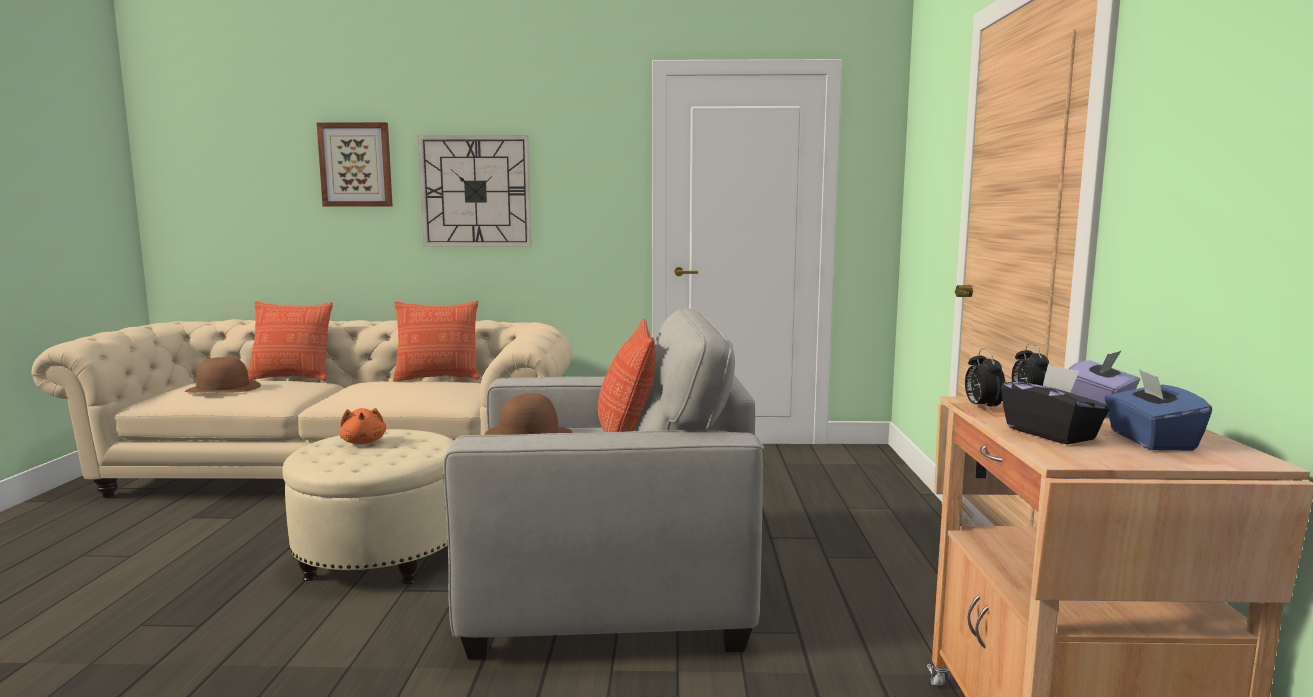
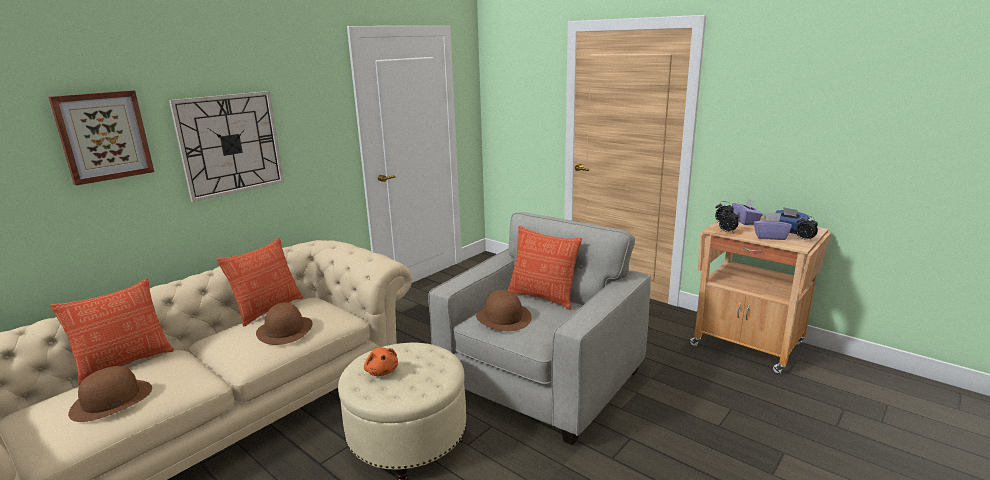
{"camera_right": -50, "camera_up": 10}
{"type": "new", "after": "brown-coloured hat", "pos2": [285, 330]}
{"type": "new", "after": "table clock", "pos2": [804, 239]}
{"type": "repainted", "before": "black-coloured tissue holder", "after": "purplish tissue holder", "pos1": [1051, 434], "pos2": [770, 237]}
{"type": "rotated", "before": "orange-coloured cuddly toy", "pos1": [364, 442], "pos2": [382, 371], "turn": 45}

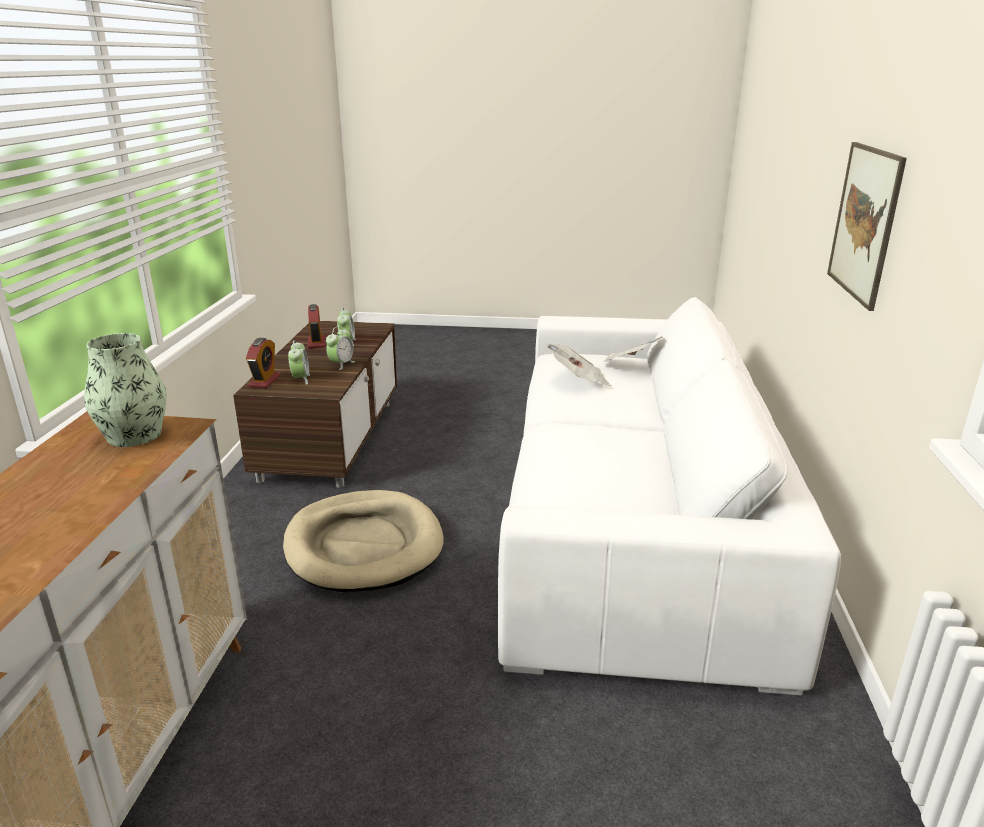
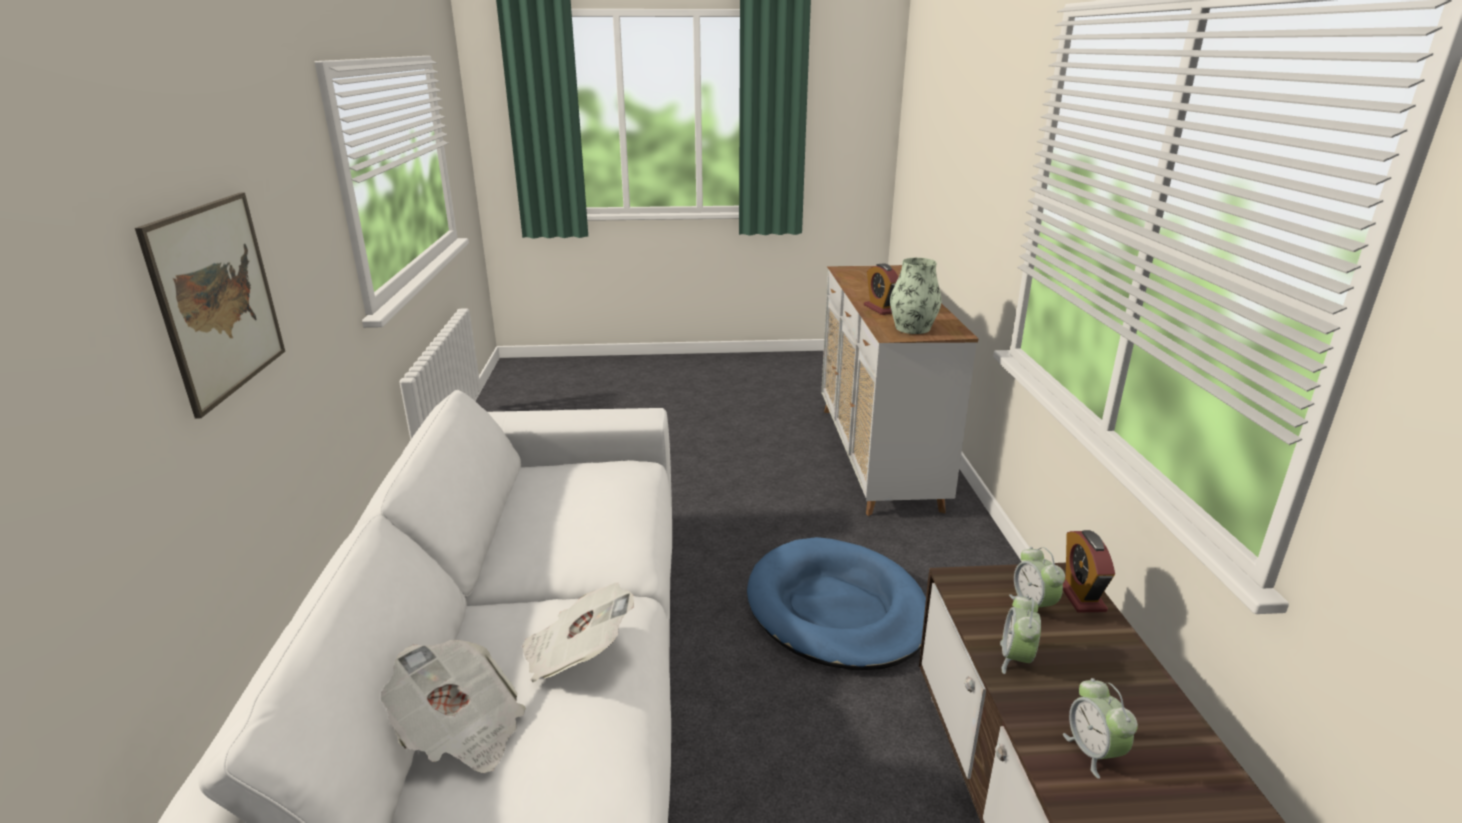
{"camera_right": 170, "camera_up": 0}
{"type": "shifted", "before": "table clock", "pos1": [316, 343], "pos2": [880, 309]}
{"type": "repainted", "before": "beige-coloured dog cushion", "after": "bluish dog cushion", "pos1": [364, 546], "pos2": [837, 609]}

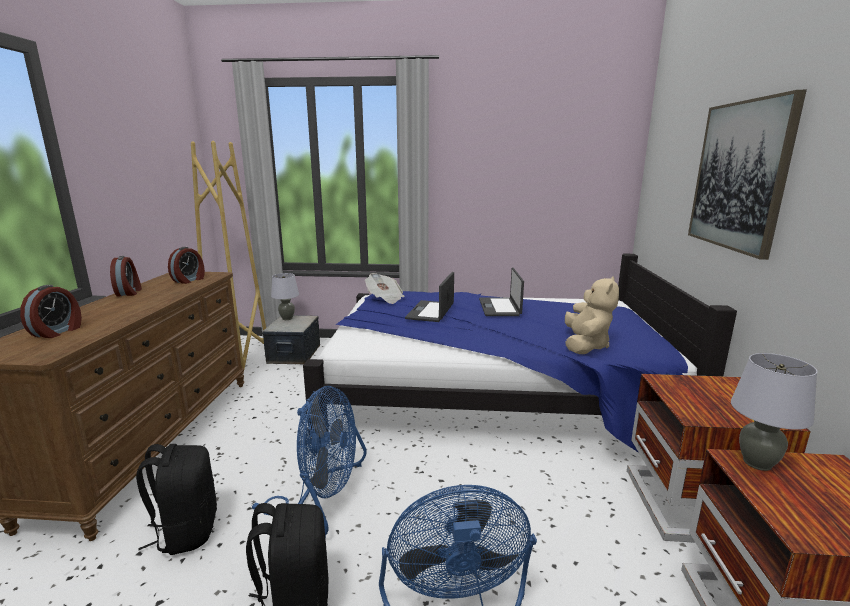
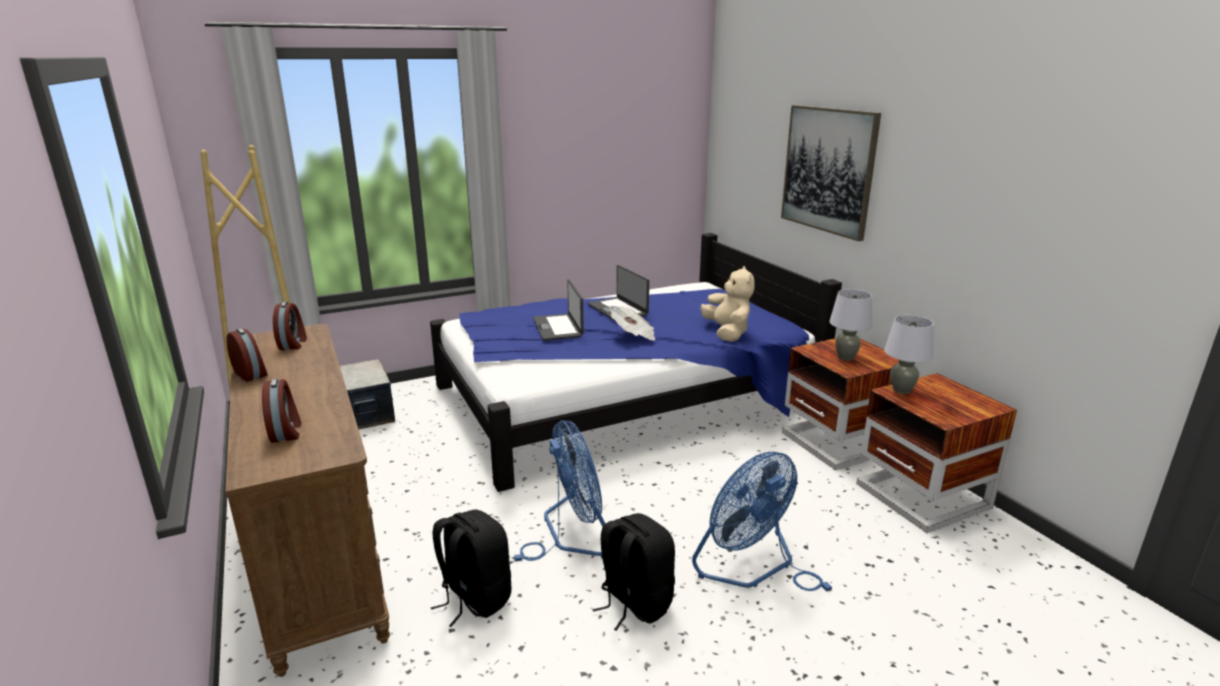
{"camera_right": -30, "camera_up": 5}
{"type": "shifted", "before": "greyish table lamp", "pos1": [287, 318], "pos2": [845, 357]}
{"type": "shifted", "before": "newspaper", "pos1": [385, 298], "pos2": [633, 335]}

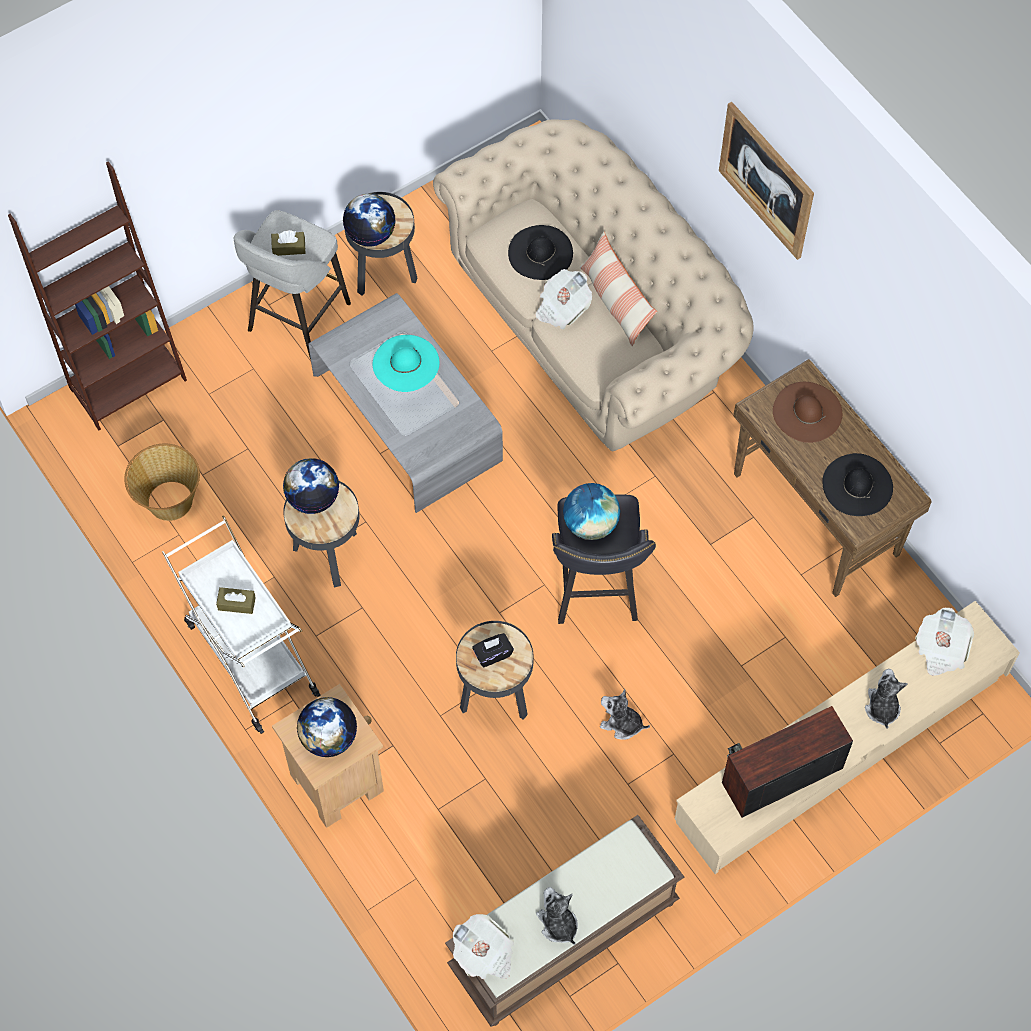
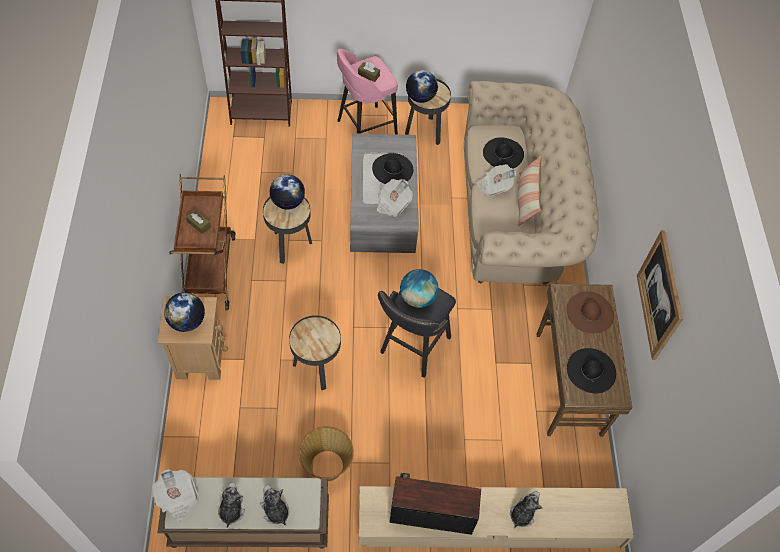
{"camera_right": 30, "camera_up": -5}
{"type": "gone", "before": "black-coloured tissue holder", "pos1": [492, 654]}
{"type": "shifted", "before": "storage basket", "pos1": [169, 500], "pos2": [326, 465]}
{"type": "shifted", "before": "cuddly toy", "pos1": [621, 724], "pos2": [275, 511]}
{"type": "shifted", "before": "wall picture", "pos1": [766, 180], "pos2": [660, 295]}
{"type": "shifted", "before": "newspaper", "pos1": [941, 649], "pos2": [393, 204]}
{"type": "repainted", "before": "white-coloured cart", "after": "brown-coloured cart", "pos1": [251, 658], "pos2": [211, 271]}
{"type": "repainted", "before": "greyish sitting stool", "after": "pinkish sitting stool", "pos1": [297, 319], "pos2": [365, 129]}
{"type": "repainted", "before": "blue-green hat", "after": "black-coloured hat", "pos1": [406, 363], "pos2": [392, 169]}

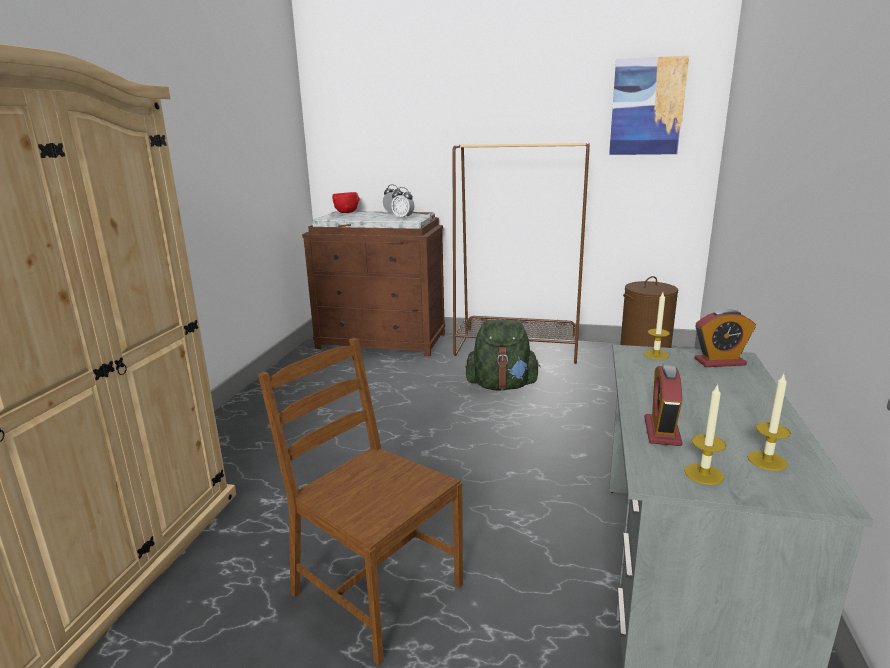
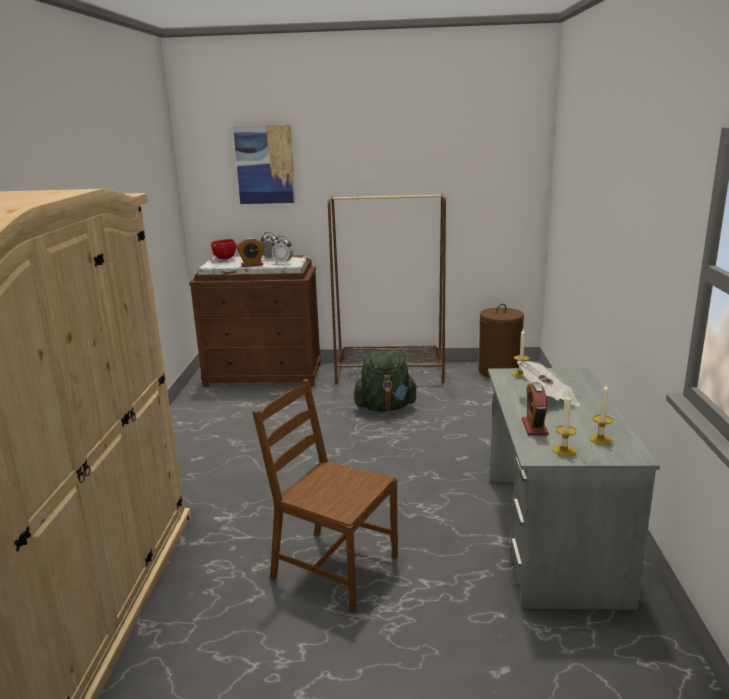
{"camera_right": -10, "camera_up": 0}
{"type": "new", "after": "newspaper", "pos2": [548, 398]}
{"type": "shifted", "before": "wall picture", "pos1": [647, 107], "pos2": [265, 164]}
{"type": "shifted", "before": "table clock", "pos1": [720, 362], "pos2": [252, 265]}

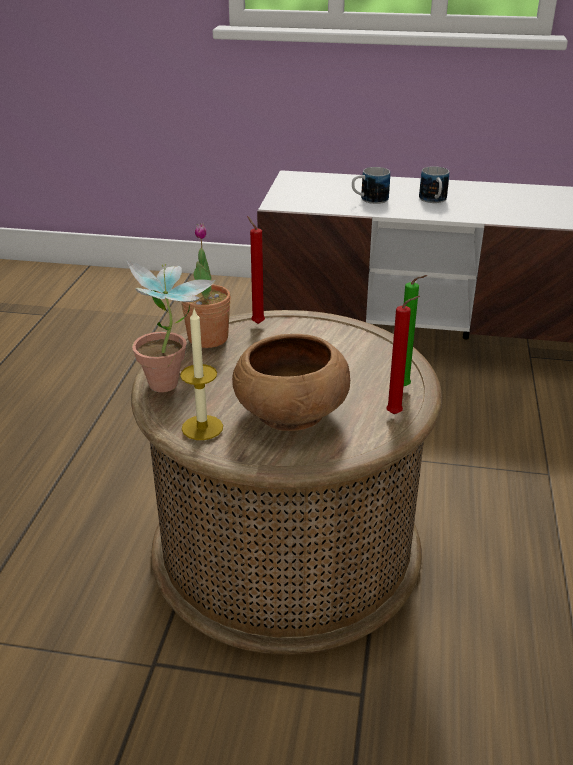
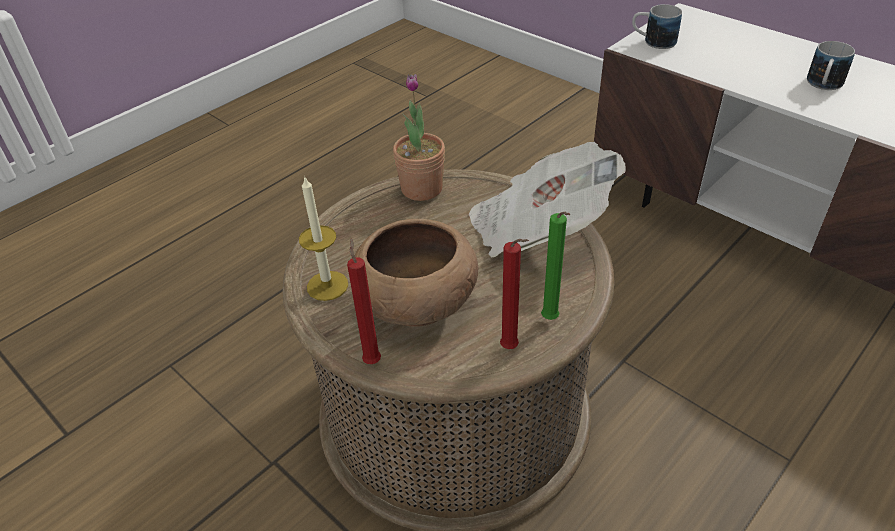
{"camera_right": 35, "camera_up": 10}
{"type": "gone", "before": "potted plant", "pos1": [173, 387]}
{"type": "new", "after": "newspaper", "pos2": [538, 229]}
{"type": "shifted", "before": "red-coloured candle", "pos1": [256, 323], "pos2": [372, 359]}
{"type": "shifted", "before": "mug", "pos1": [369, 200], "pos2": [653, 42]}

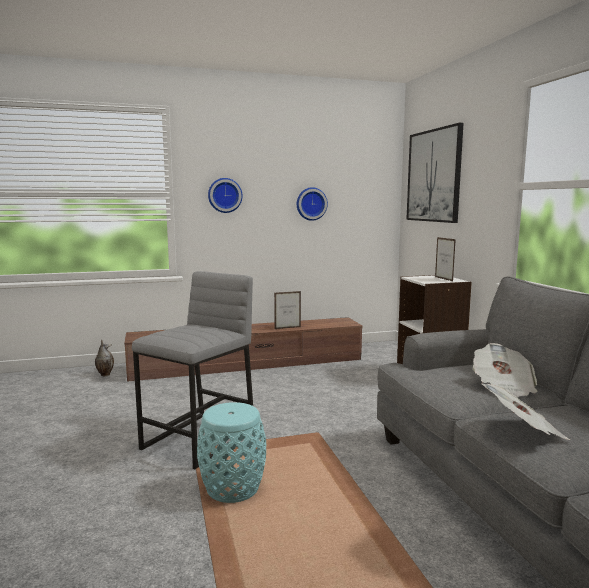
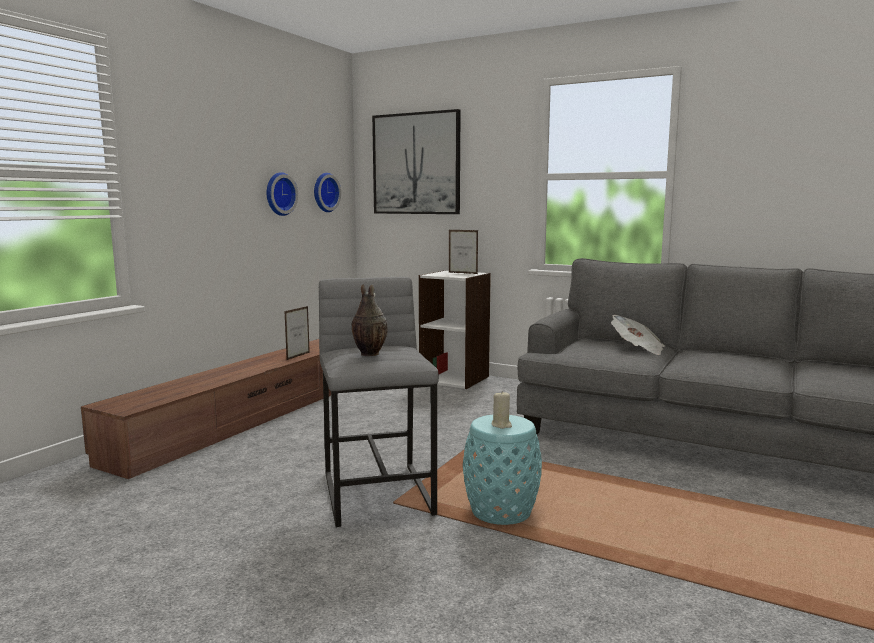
{"camera_right": -45, "camera_up": 0}
{"type": "gone", "before": "newspaper", "pos1": [523, 431]}
{"type": "new", "after": "beige-coloured candle", "pos2": [501, 425]}
{"type": "shifted", "before": "decorative vase", "pos1": [105, 374], "pos2": [368, 354]}
{"type": "shifted", "before": "wall clock", "pos1": [224, 195], "pos2": [324, 192]}

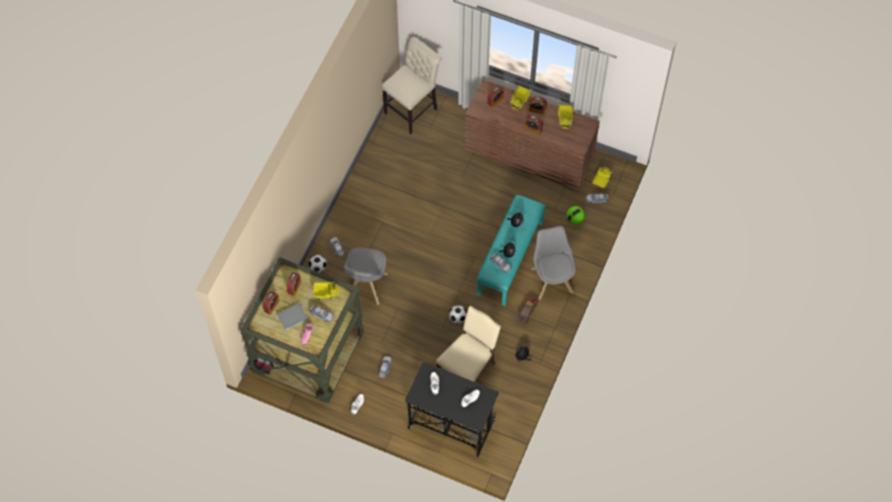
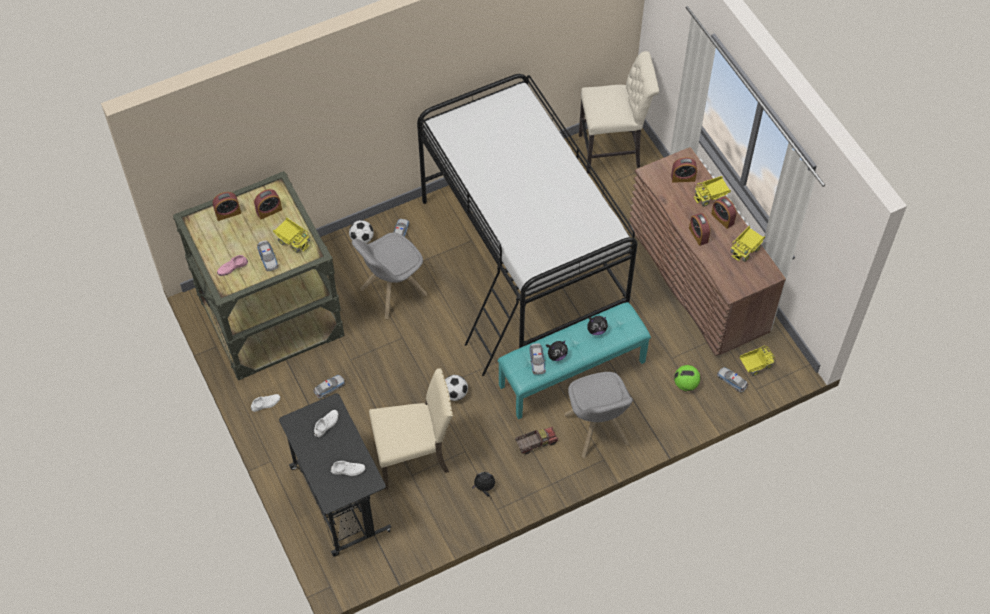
{"camera_right": 40, "camera_up": -5}
{"type": "gone", "before": "greyish volume", "pos1": [291, 316]}
{"type": "new", "after": "black-coloured bedroom bed", "pos2": [521, 262]}
{"type": "rotated", "before": "greyish plain chair", "pos1": [551, 280], "pos2": [596, 429], "turn": 135}

